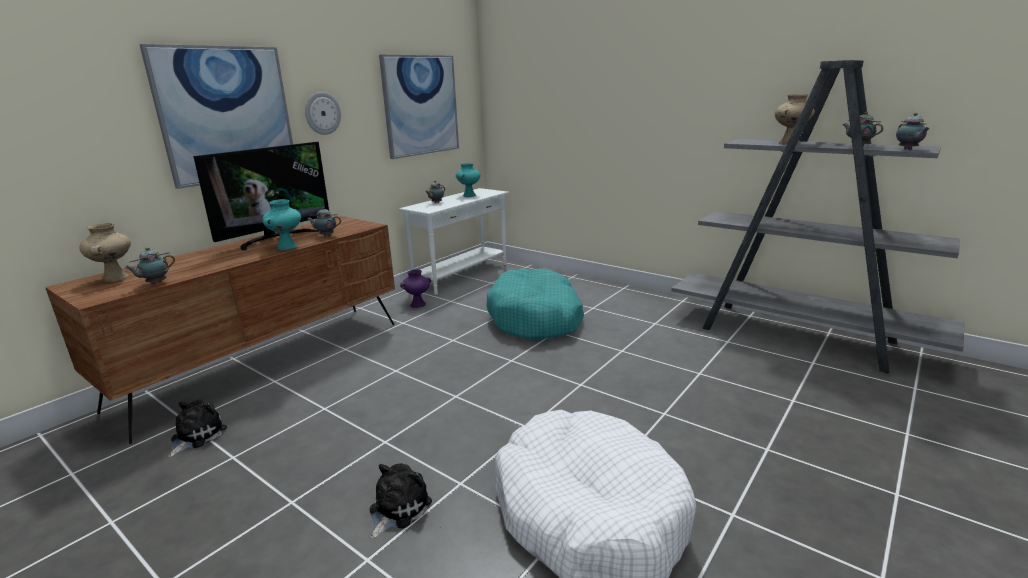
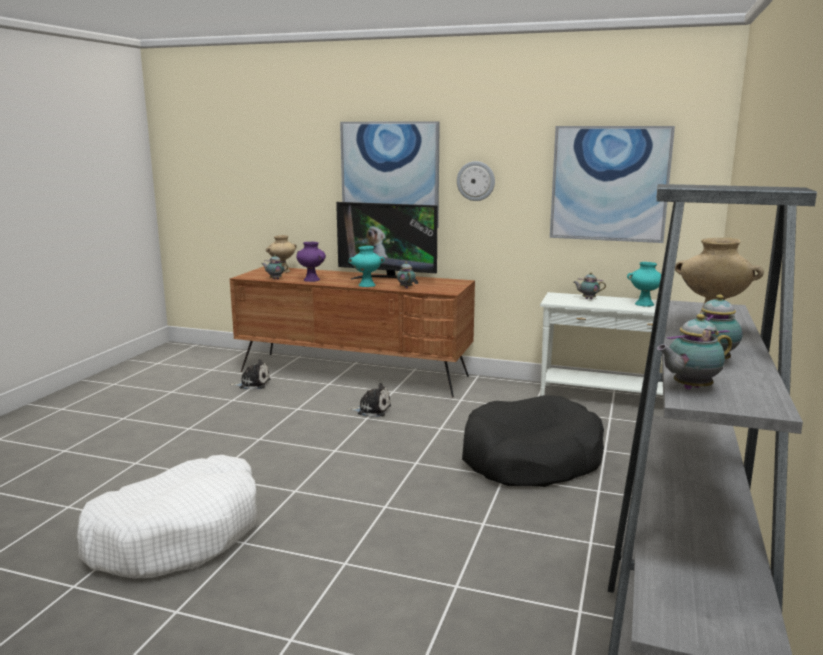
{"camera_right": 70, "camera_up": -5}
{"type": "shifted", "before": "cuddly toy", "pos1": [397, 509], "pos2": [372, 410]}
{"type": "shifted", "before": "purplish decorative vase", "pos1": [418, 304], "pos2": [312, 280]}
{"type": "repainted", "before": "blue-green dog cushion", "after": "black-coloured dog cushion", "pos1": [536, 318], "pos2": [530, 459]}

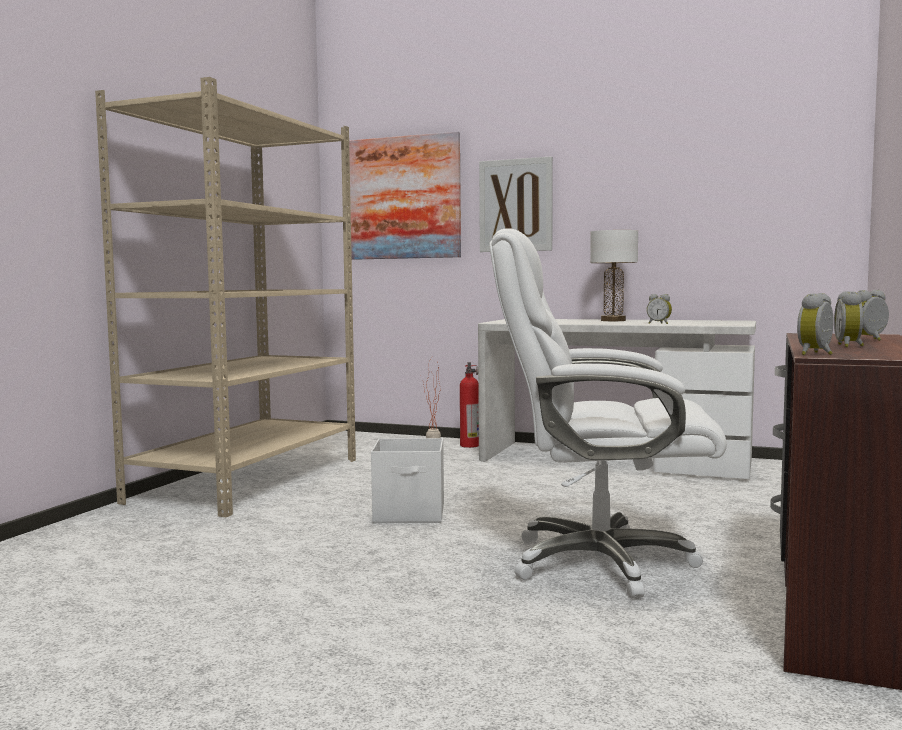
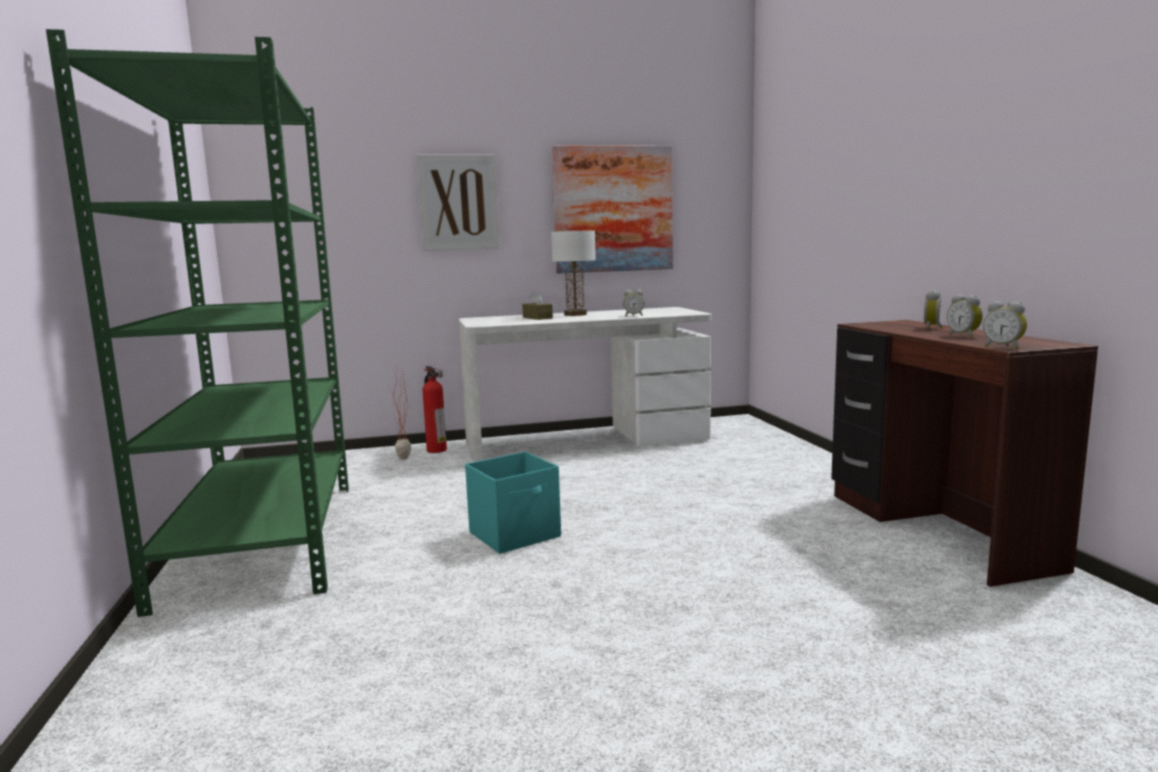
{"camera_right": -35, "camera_up": 5}
{"type": "gone", "before": "white-coloured computer chair", "pos1": [605, 562]}
{"type": "new", "after": "brown-coloured tissue holder", "pos2": [537, 318]}
{"type": "shifted", "before": "wall picture", "pos1": [404, 198], "pos2": [613, 209]}
{"type": "repainted", "before": "beige-coloured bookshelf", "after": "green bookshelf", "pos1": [249, 480], "pos2": [264, 540]}
{"type": "repainted", "before": "white-coloured storage container", "after": "blue-green storage container", "pos1": [410, 514], "pos2": [516, 534]}
{"type": "rotated", "before": "table clock", "pos1": [817, 354], "pos2": [1003, 347], "turn": -45}

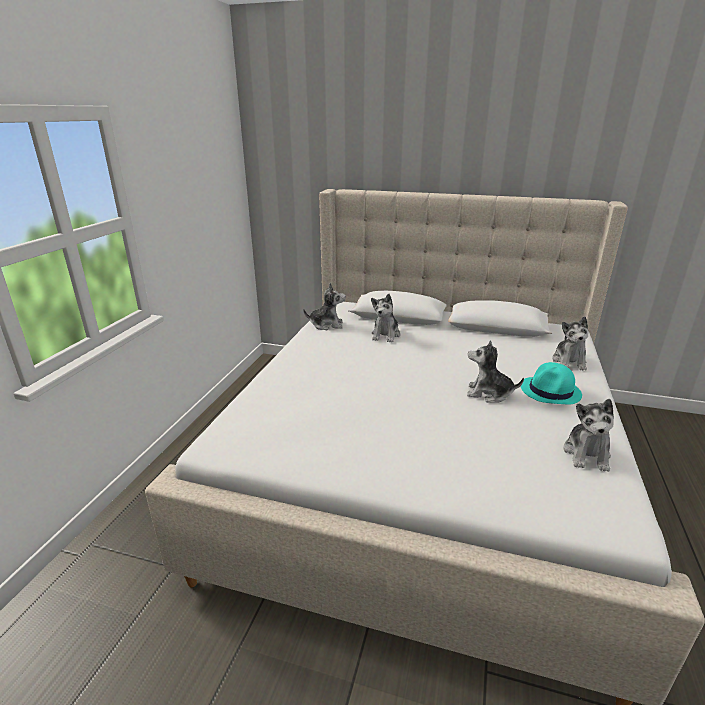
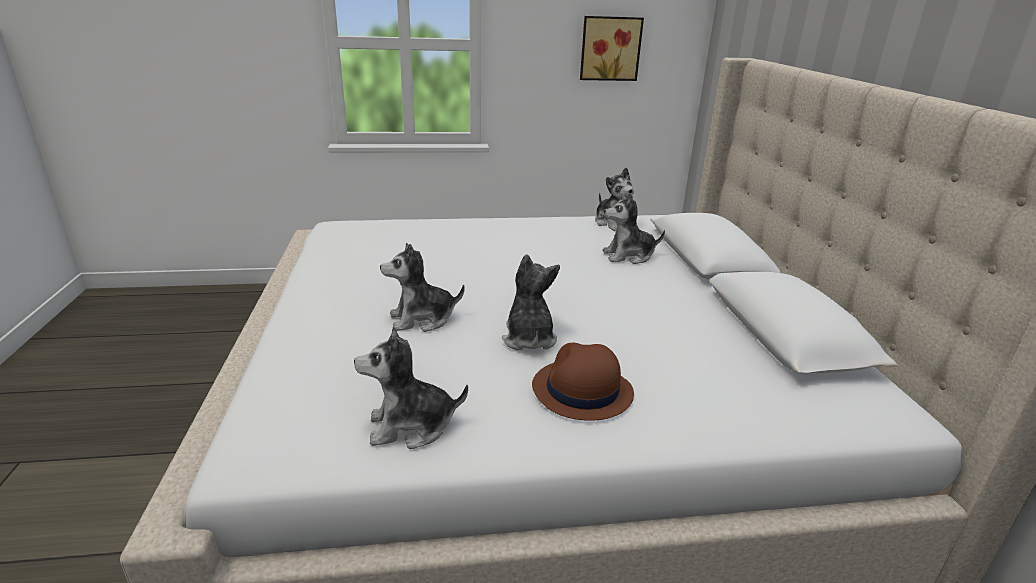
{"camera_right": 65, "camera_up": 0}
{"type": "new", "after": "wall picture", "pos2": [610, 48]}
{"type": "shifted", "before": "cuddly toy", "pos1": [569, 361], "pos2": [422, 319]}
{"type": "repainted", "before": "blue-green hat", "after": "brown-coloured hat", "pos1": [550, 391], "pos2": [581, 391]}

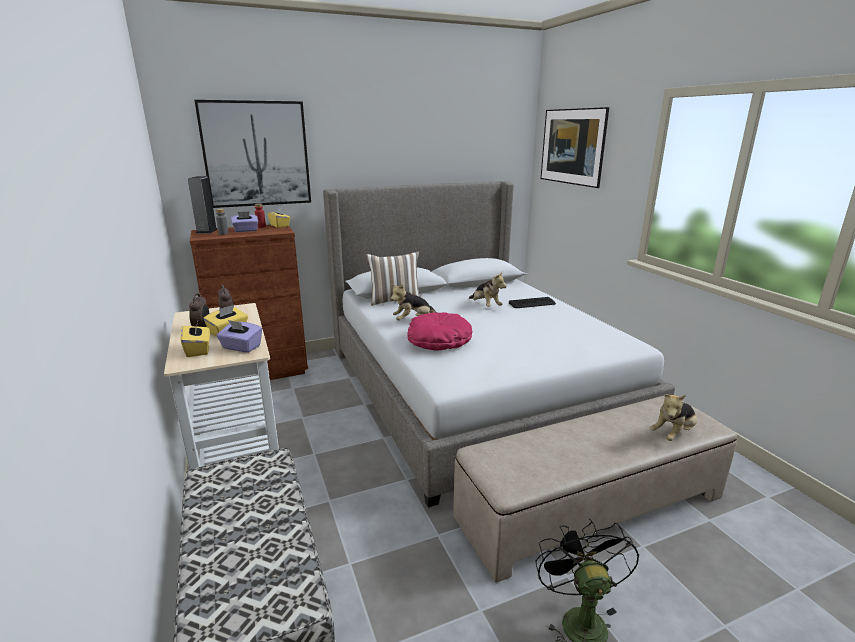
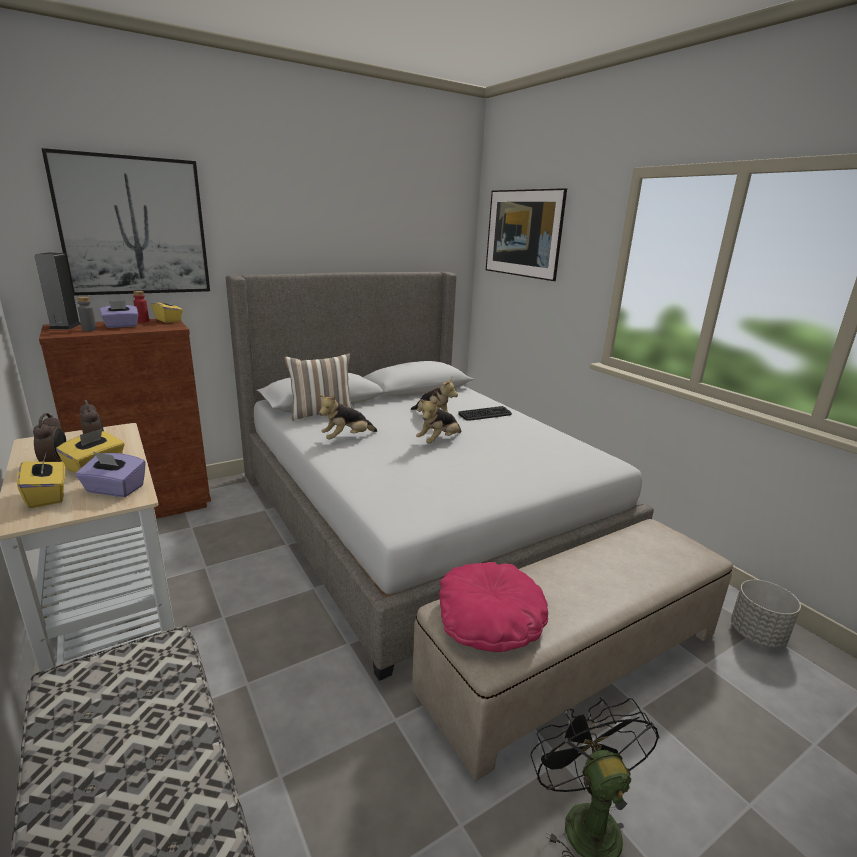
{"camera_right": -10, "camera_up": 0}
{"type": "new", "after": "greyish planter", "pos2": [757, 635]}
{"type": "shifted", "before": "pinkish pillow", "pos1": [440, 341], "pos2": [491, 619]}
{"type": "shifted", "before": "cuddly toy", "pos1": [673, 433], "pos2": [439, 441]}

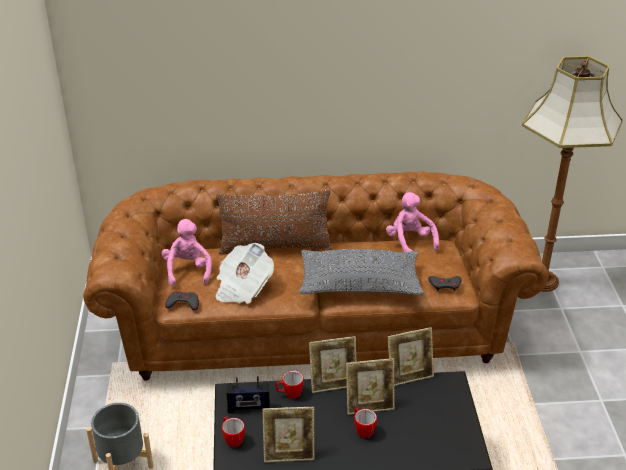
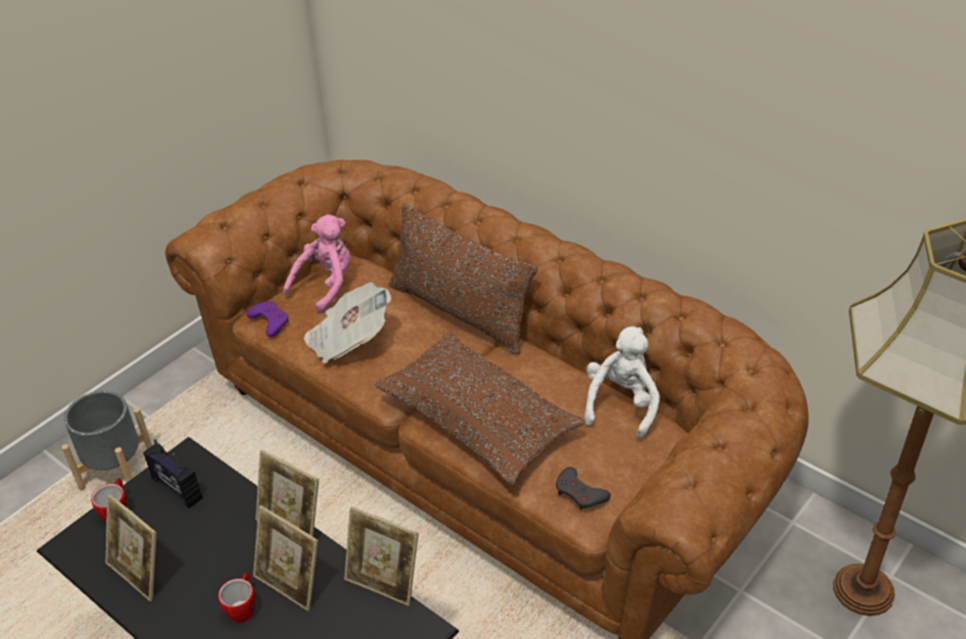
{"camera_right": 45, "camera_up": 5}
{"type": "gone", "before": "mug", "pos1": [289, 393]}
{"type": "repainted", "before": "greyish gamepad", "after": "purplish gamepad", "pos1": [183, 303], "pos2": [269, 321]}
{"type": "repainted", "before": "greyish pillow", "after": "brown-coloured pillow", "pos1": [360, 284], "pos2": [478, 421]}
{"type": "repainted", "before": "pinkish cuddly toy", "after": "white-coloured cuddly toy", "pos1": [410, 242], "pos2": [621, 404]}

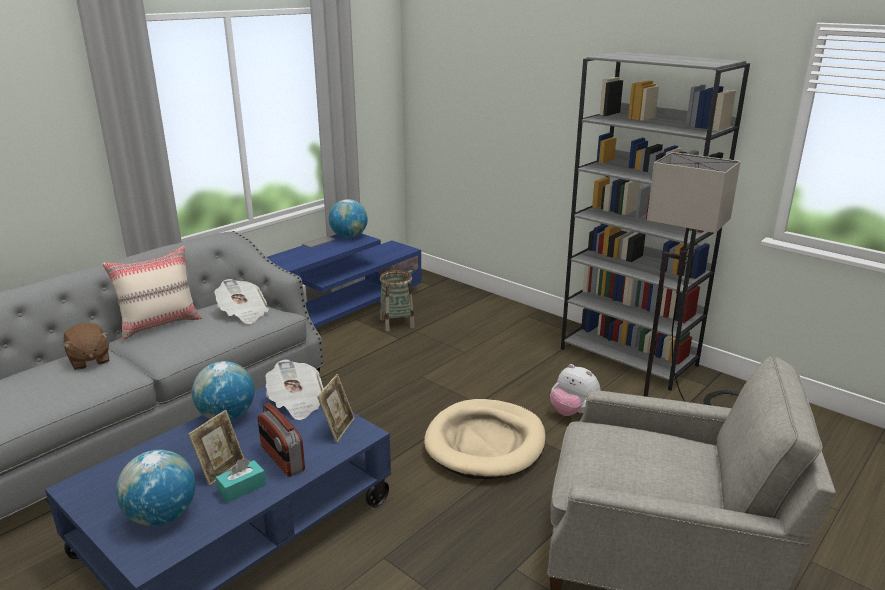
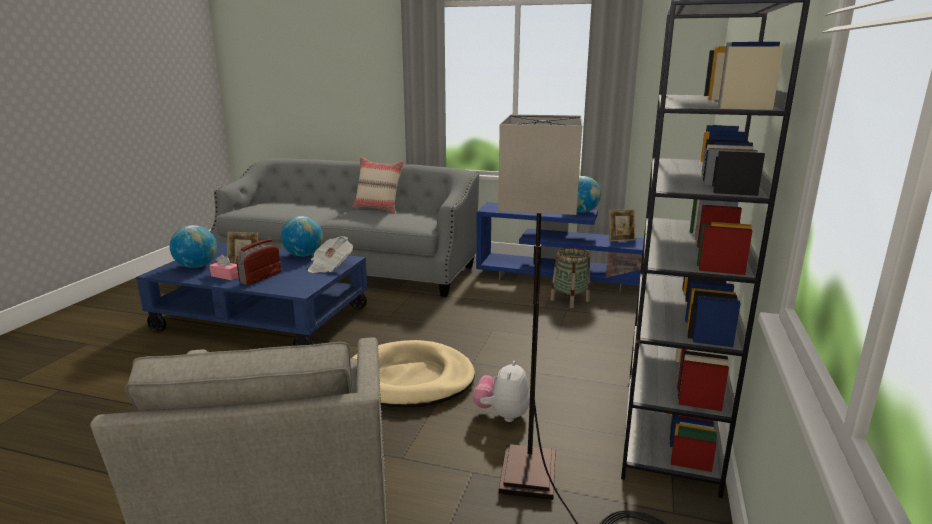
{"camera_right": 65, "camera_up": -5}
{"type": "gone", "before": "brown-coloured cuddly toy", "pos1": [89, 360]}
{"type": "gone", "before": "newspaper", "pos1": [243, 313]}
{"type": "shifted", "before": "photo frame", "pos1": [338, 428], "pos2": [620, 239]}
{"type": "repainted", "before": "blue-green tissue holder", "after": "pinkish tissue holder", "pos1": [242, 488], "pos2": [226, 276]}

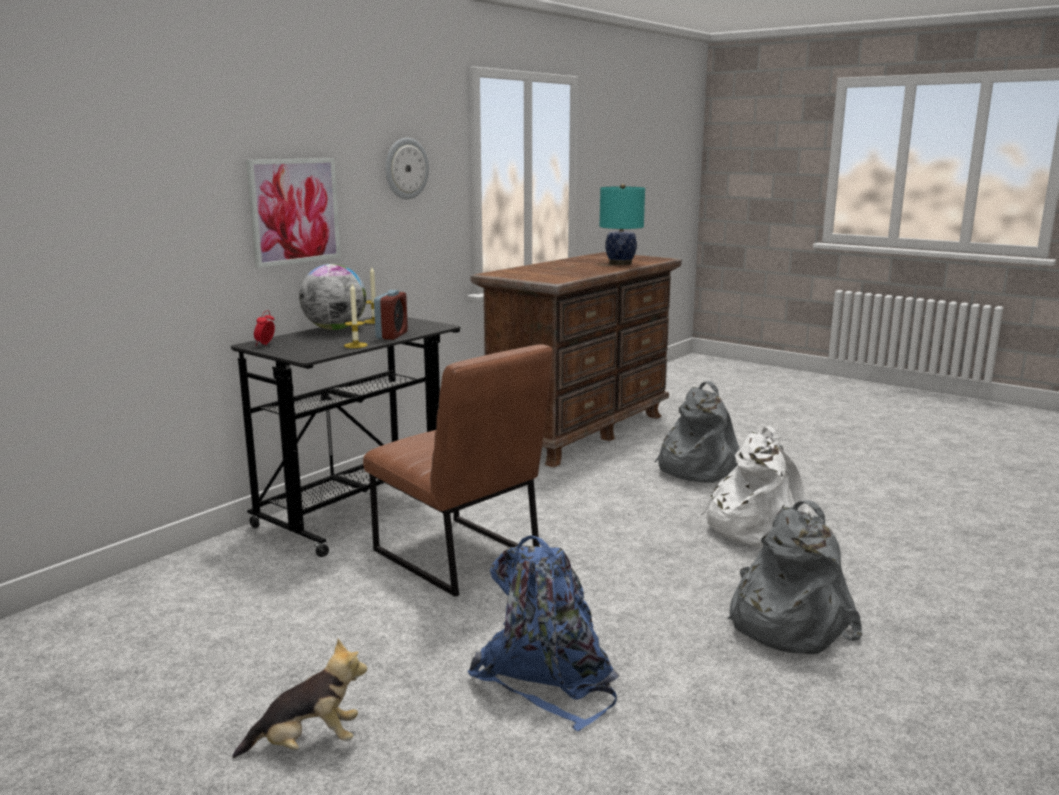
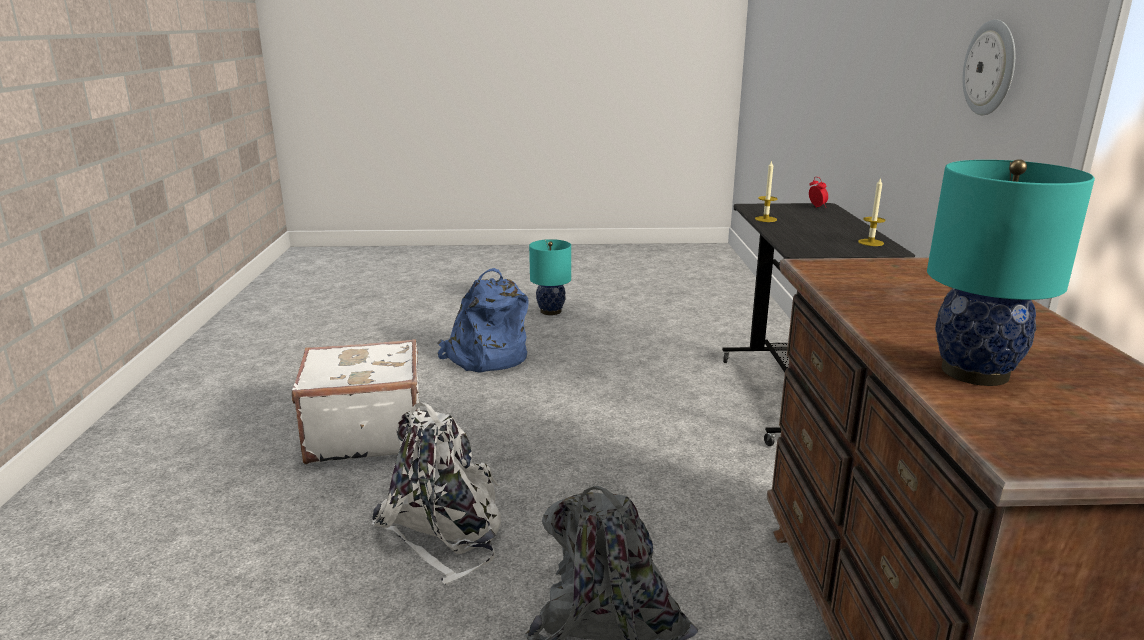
{"camera_right": 140, "camera_up": 5}
{"type": "gone", "before": "wall picture", "pos1": [294, 211]}
{"type": "gone", "before": "world globe", "pos1": [335, 329]}
{"type": "gone", "before": "brown-coloured plain chair", "pos1": [458, 556]}
{"type": "gone", "before": "table clock", "pos1": [392, 335]}
{"type": "swapped", "before": "cuddly toy", "after": "blue-green table lamp", "pos1": [308, 743], "pos2": [551, 311]}
{"type": "swapped", "before": "greyish rucksack", "after": "white-coloured suitcase", "pos1": [784, 623], "pos2": [365, 434]}

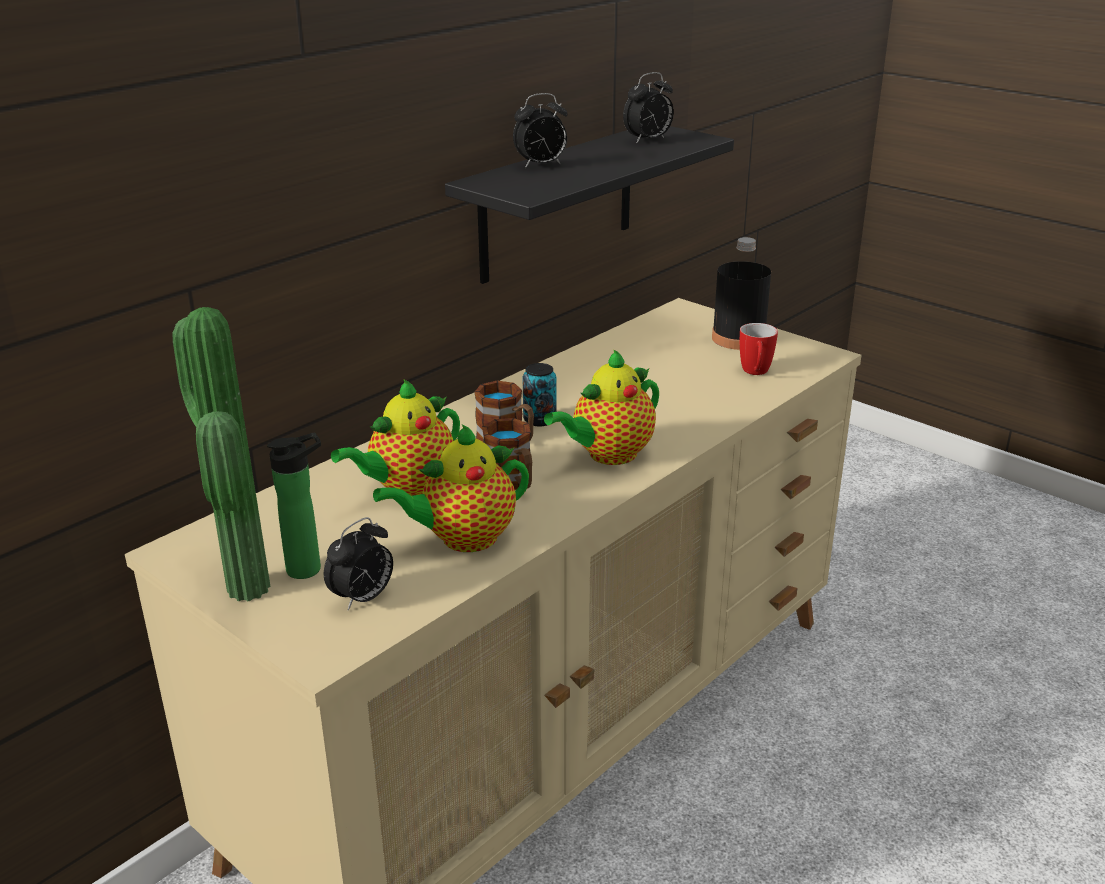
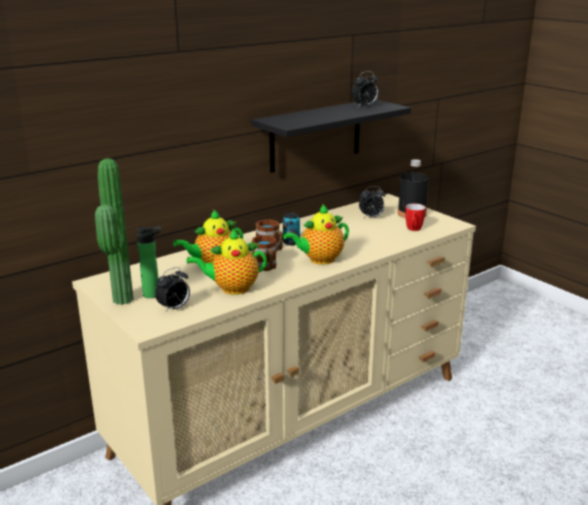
{"camera_right": 10, "camera_up": -5}
{"type": "shifted", "before": "table clock", "pos1": [541, 165], "pos2": [371, 217]}

